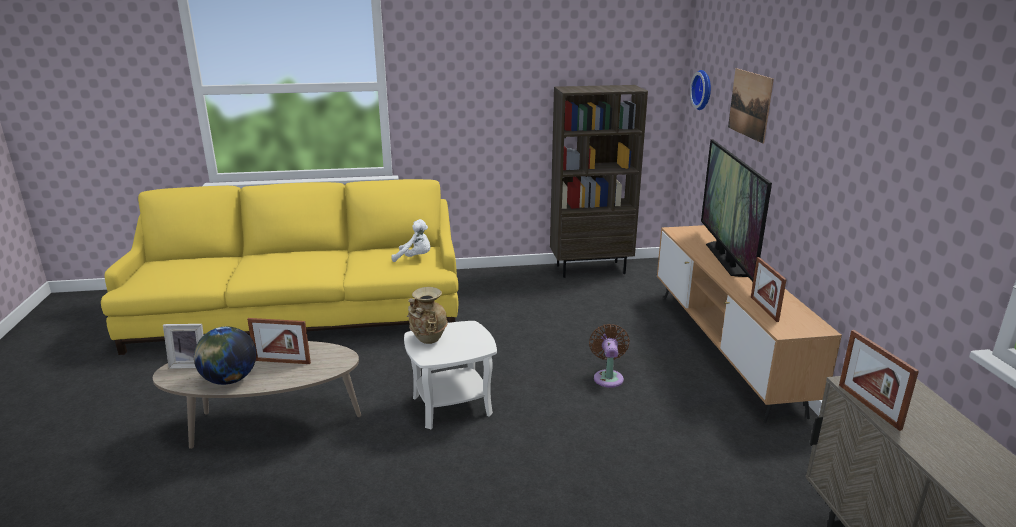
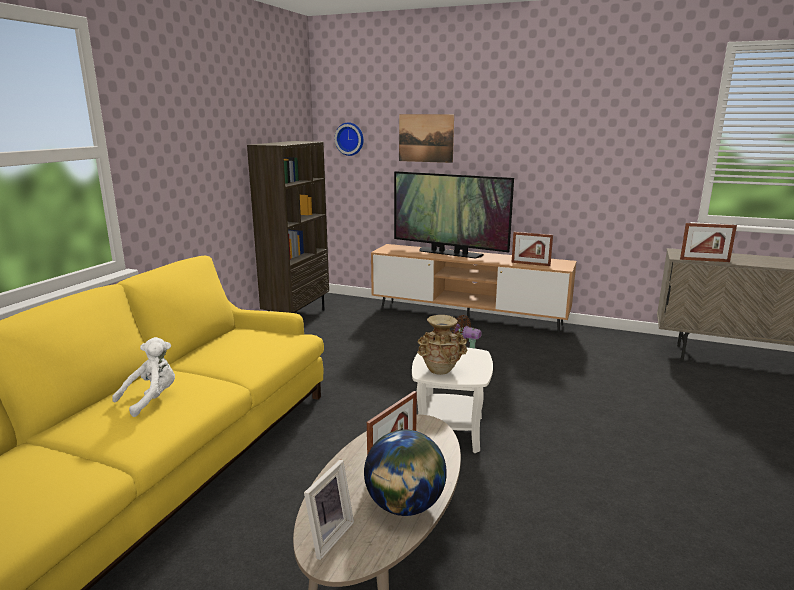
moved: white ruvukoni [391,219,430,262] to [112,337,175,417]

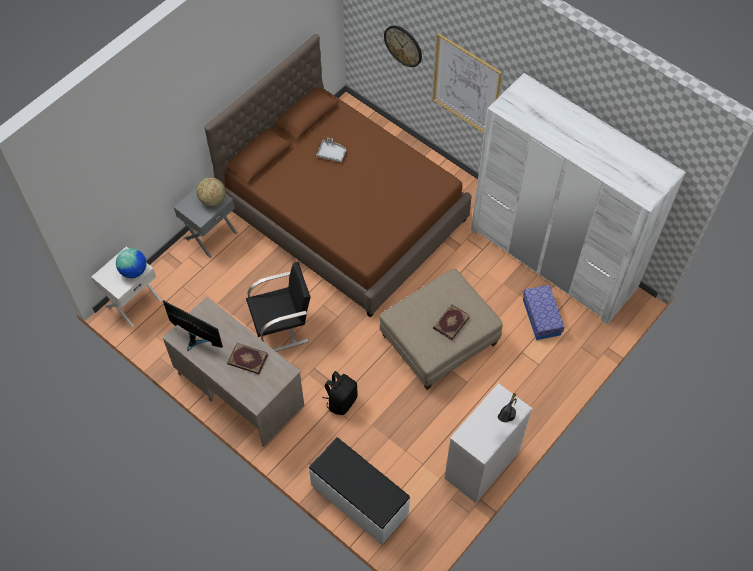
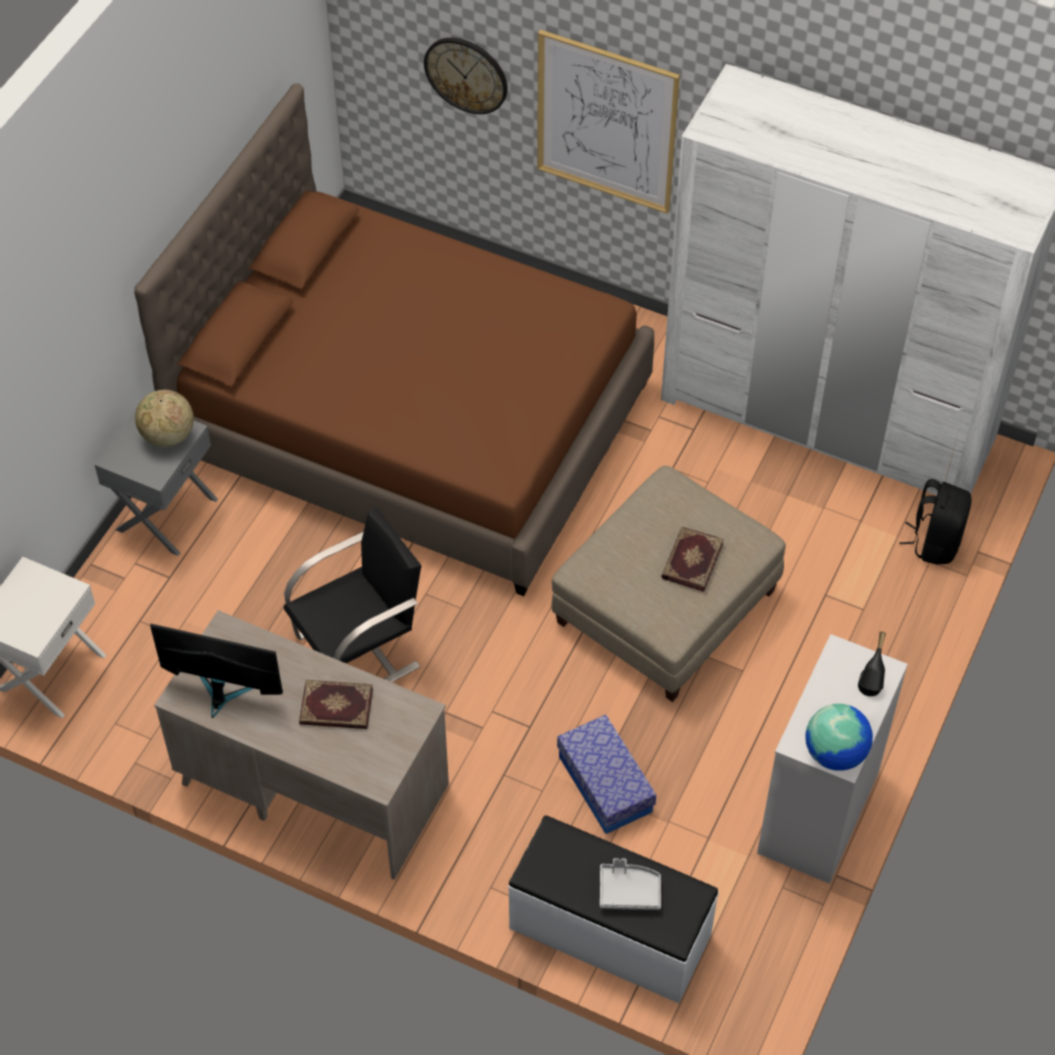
moved: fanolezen [116,248,147,278] to [806,704,873,771]; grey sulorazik [317,138,346,162] to [600,858,661,910]; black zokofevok [322,371,358,415] to [899,479,972,564]; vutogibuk [523,285,565,340] to [557,715,657,834]

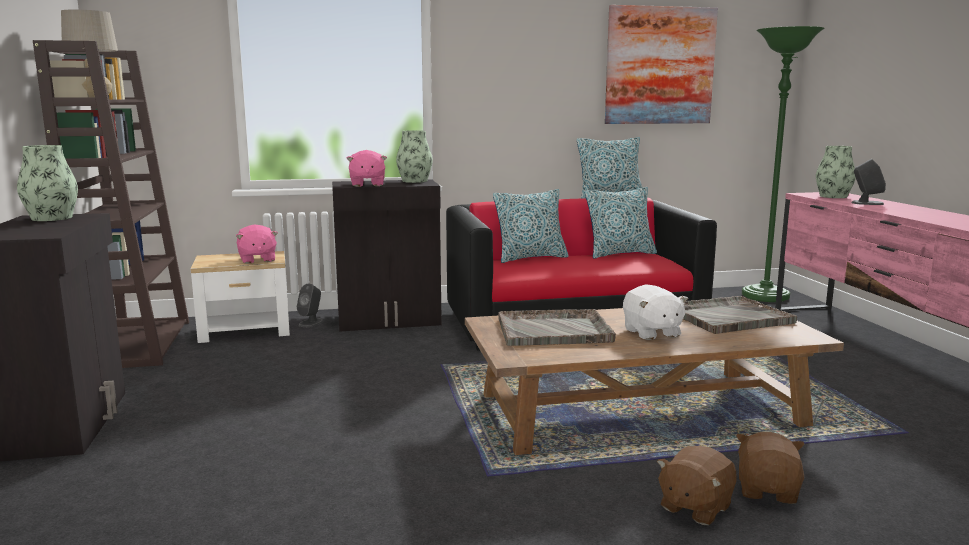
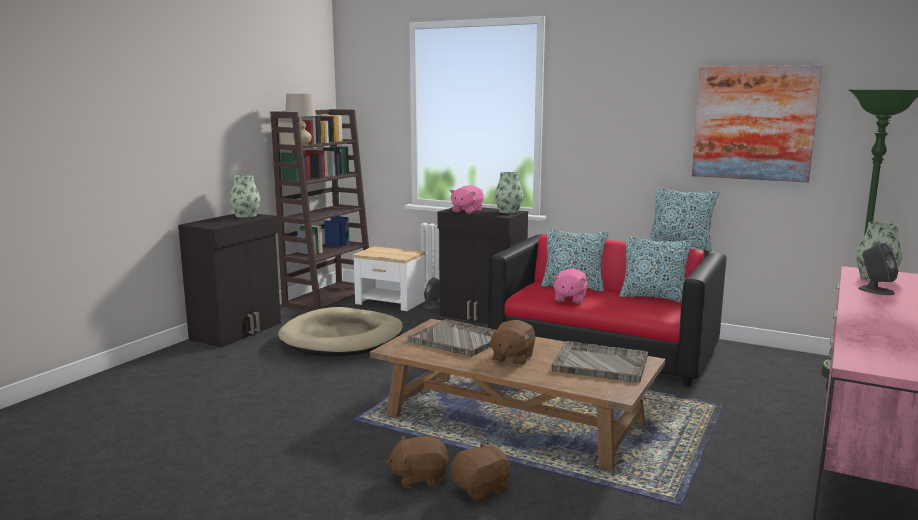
added: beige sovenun [278,307,403,356]
moved: pink ruvukoni [236,225,278,264] to [552,269,588,304]
recoloured: white ruvukoni [623,284,688,340] to brown ruvukoni [488,320,536,366]

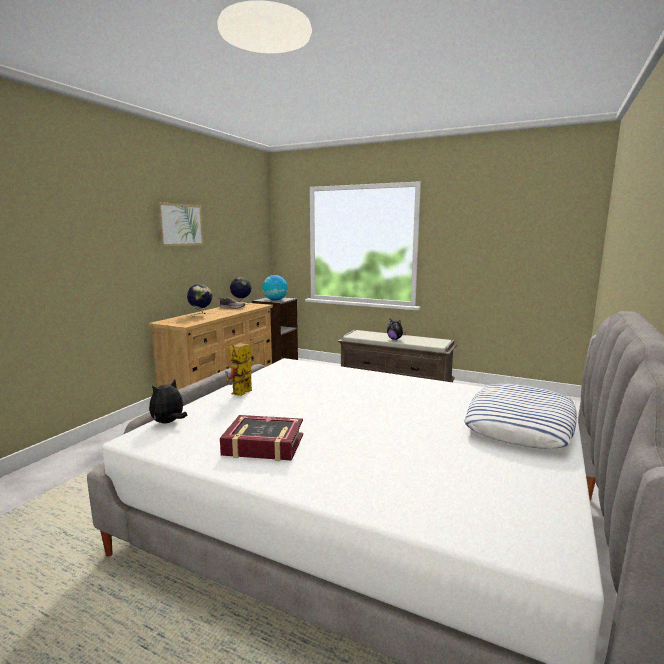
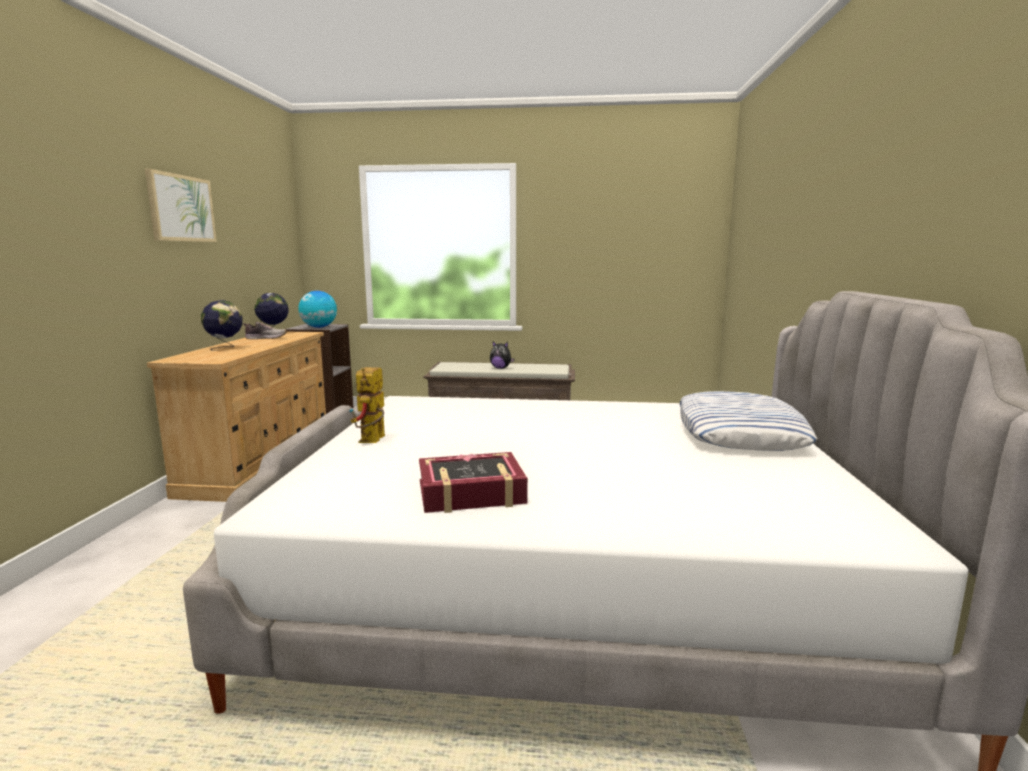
removed: ruvukoni [149,380,187,423]

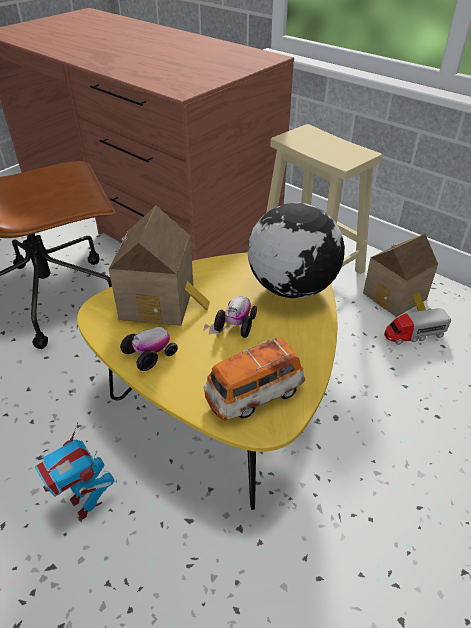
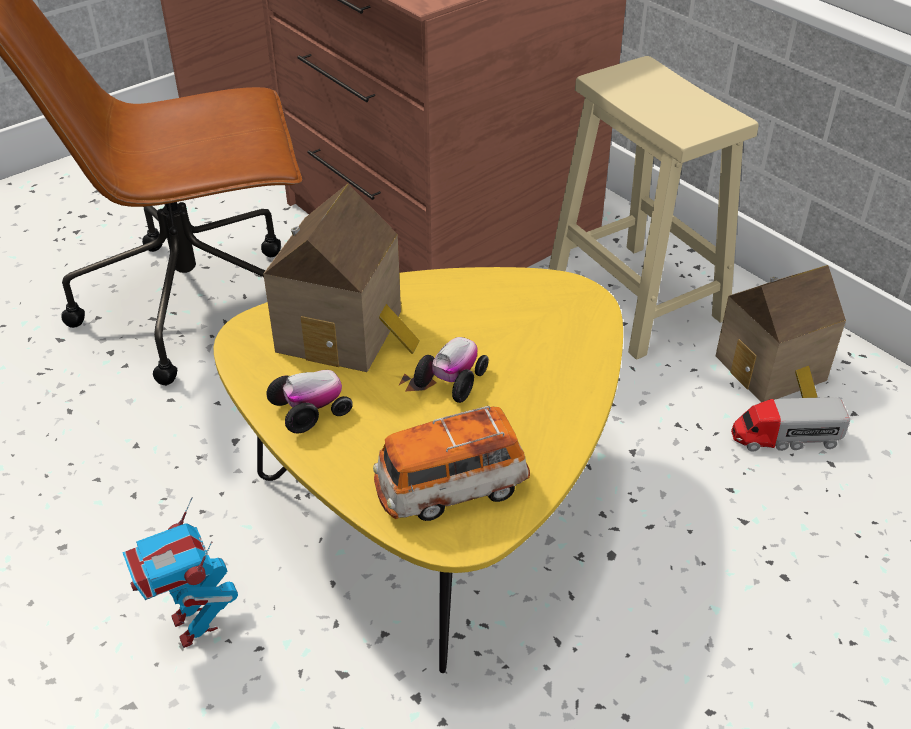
removed: fanolezen [248,203,345,298]

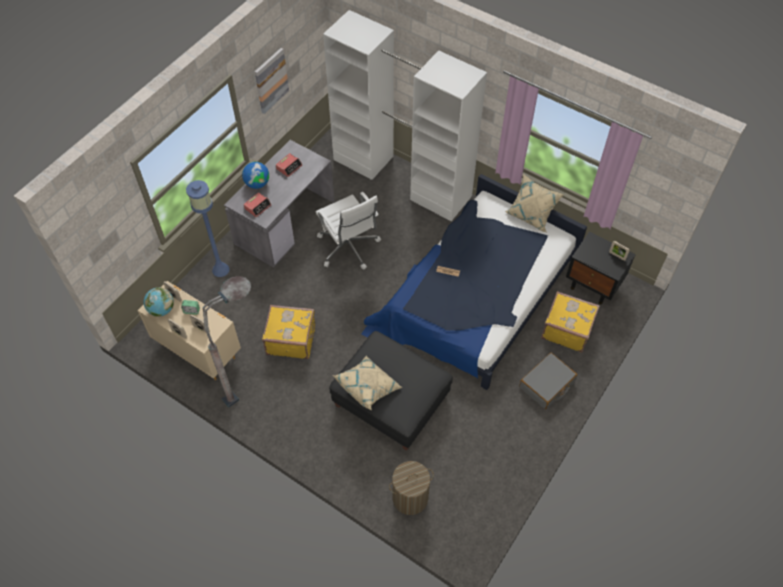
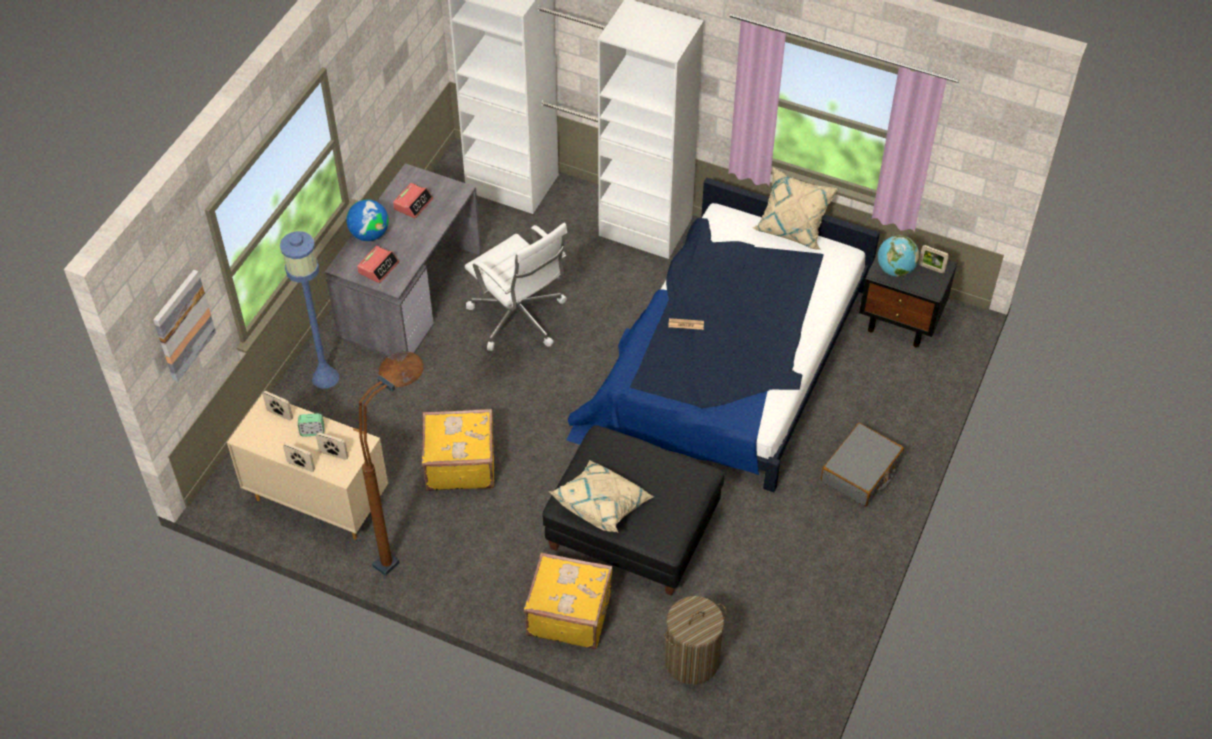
moved: fanolezen [144,287,174,317] to [878,235,920,277]; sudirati [255,48,289,114] to [153,270,216,382]; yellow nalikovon [541,291,600,352] to [524,552,613,649]
recoloured: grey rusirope [203,276,251,408] to brown rusirope [359,351,423,576]

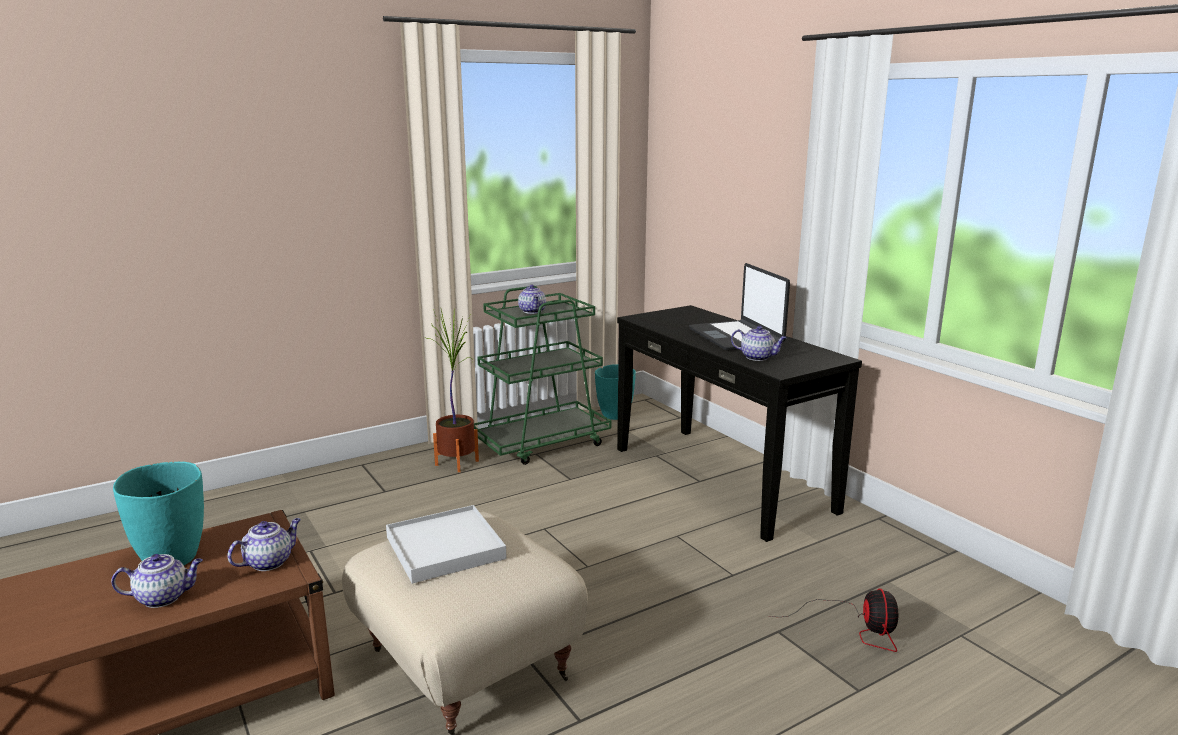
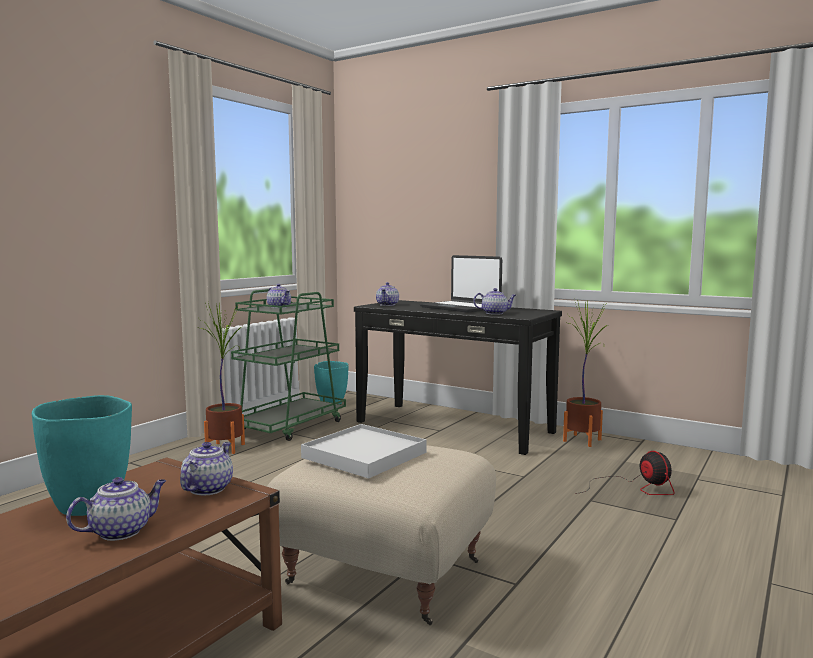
added: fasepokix [376,282,399,306]; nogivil [563,298,608,447]

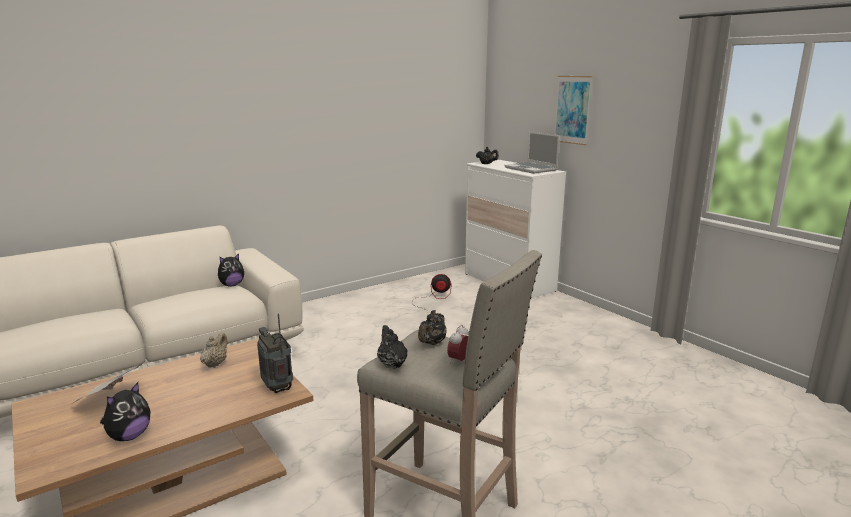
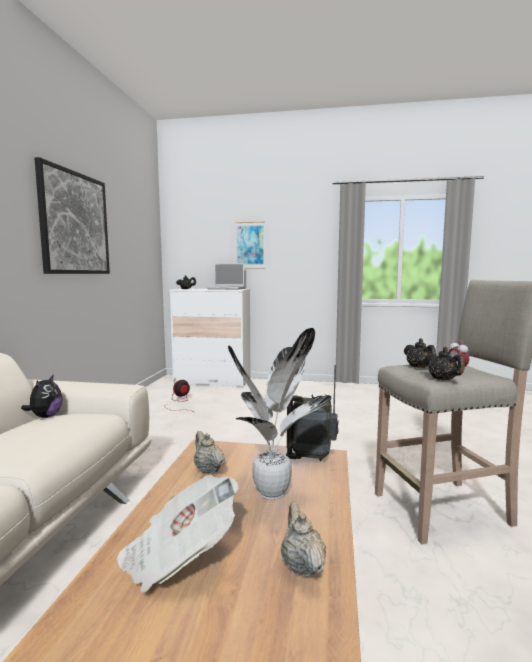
added: sudirati [35,157,110,274]; nogivil [228,328,332,500]
replaced: ruvukoni [100,382,150,441] to beige fasepokix [281,501,326,577]
turned: black fasepokix [377,325,408,369] = [425,347,465,380] 135 degrees counterclockwise

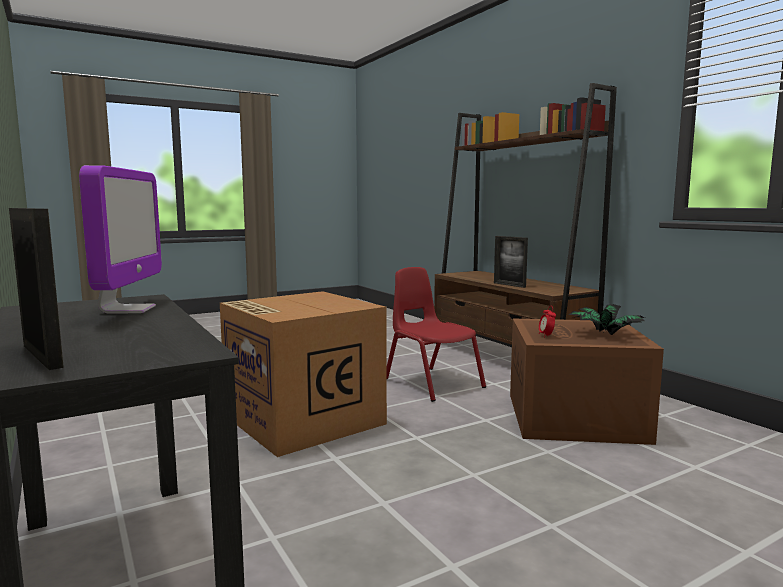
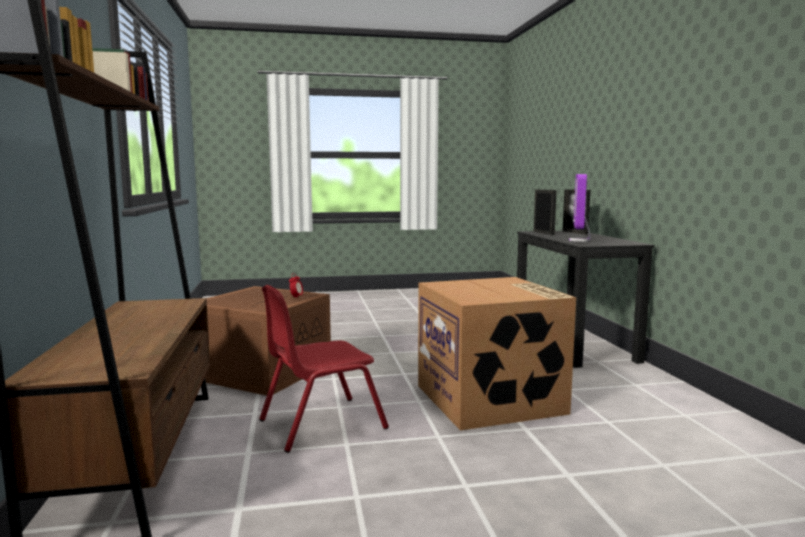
removed: nogivil [568,304,645,335]
moved: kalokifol [494,236,528,288] to [534,189,557,235]
turned: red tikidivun [387,267,486,402] = [259,285,389,453] 75 degrees clockwise

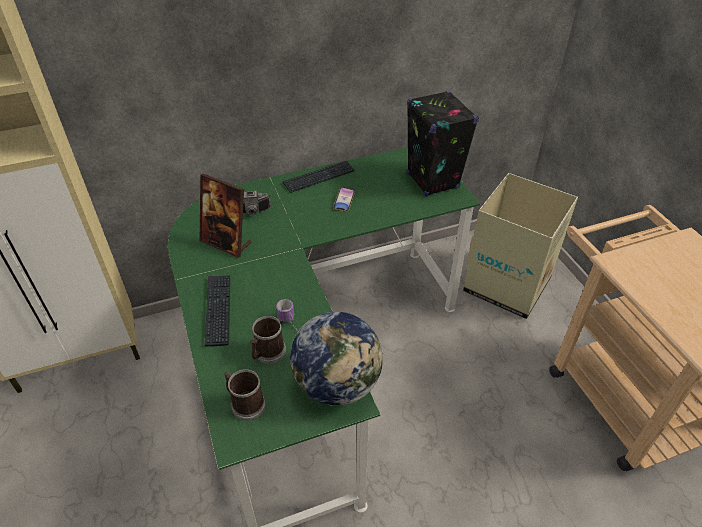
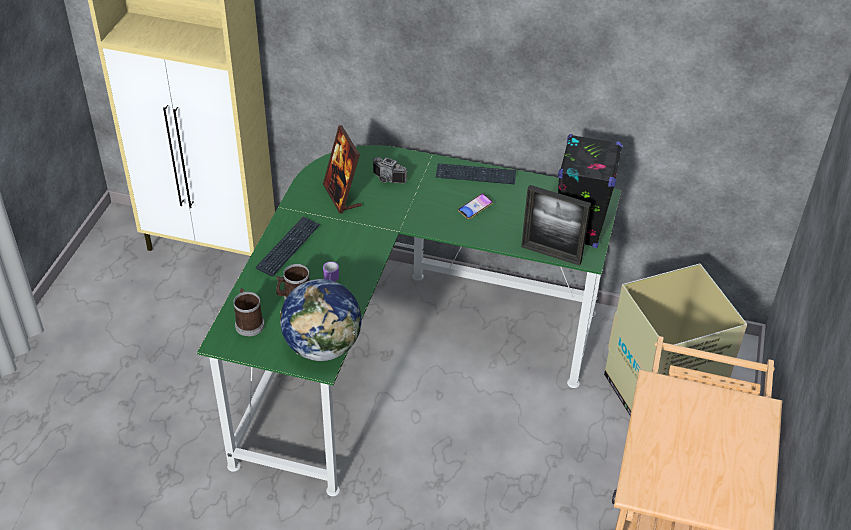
added: kalokifol [521,185,591,266]

